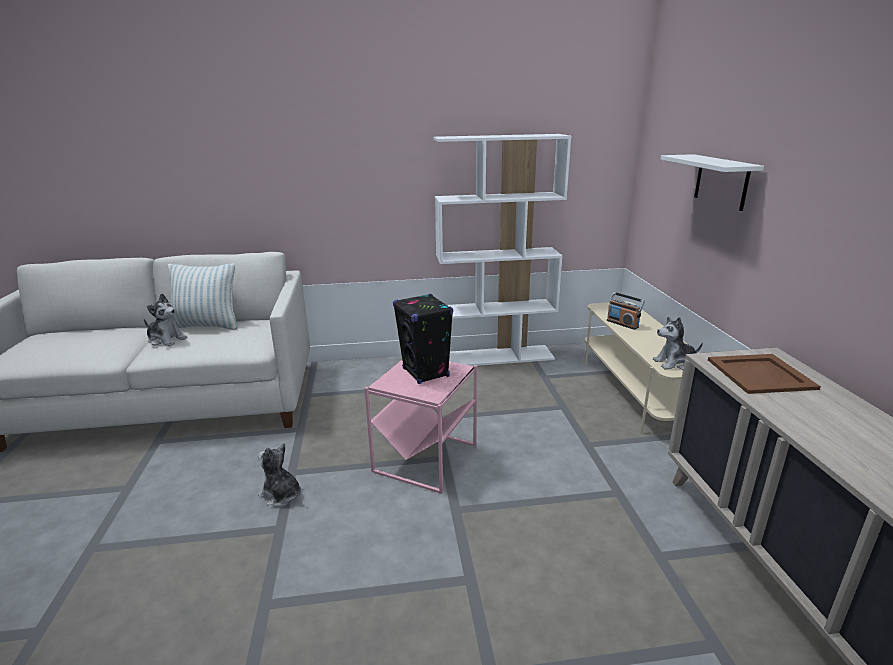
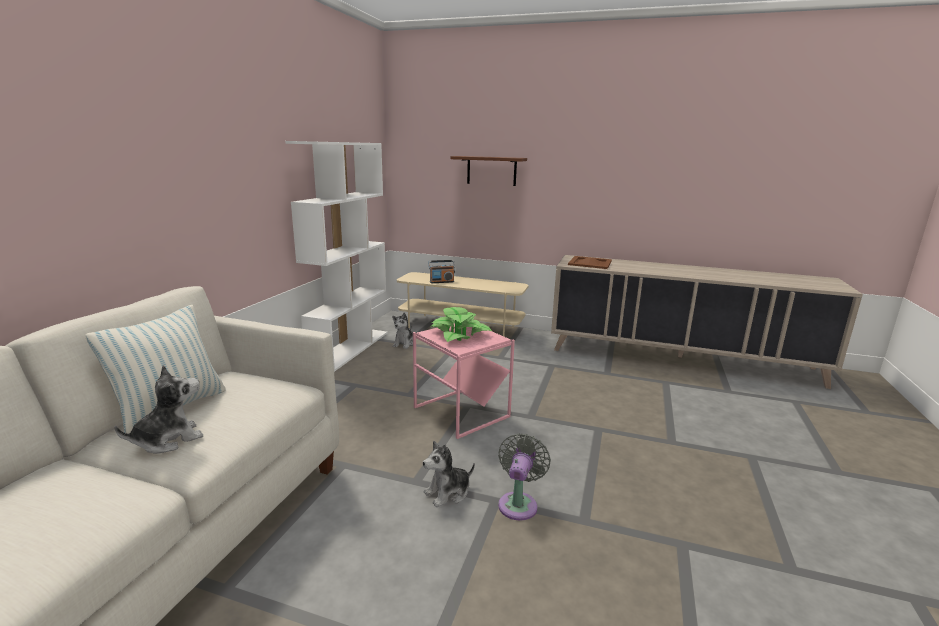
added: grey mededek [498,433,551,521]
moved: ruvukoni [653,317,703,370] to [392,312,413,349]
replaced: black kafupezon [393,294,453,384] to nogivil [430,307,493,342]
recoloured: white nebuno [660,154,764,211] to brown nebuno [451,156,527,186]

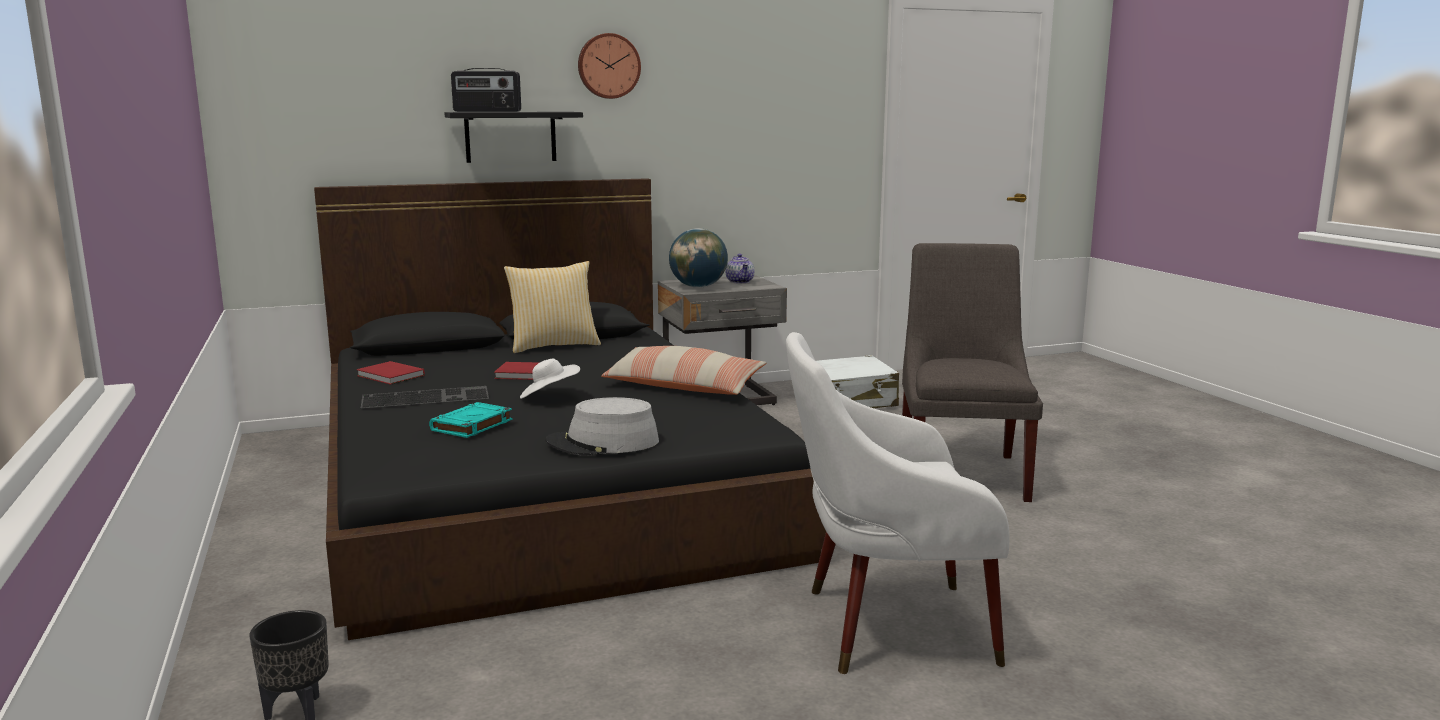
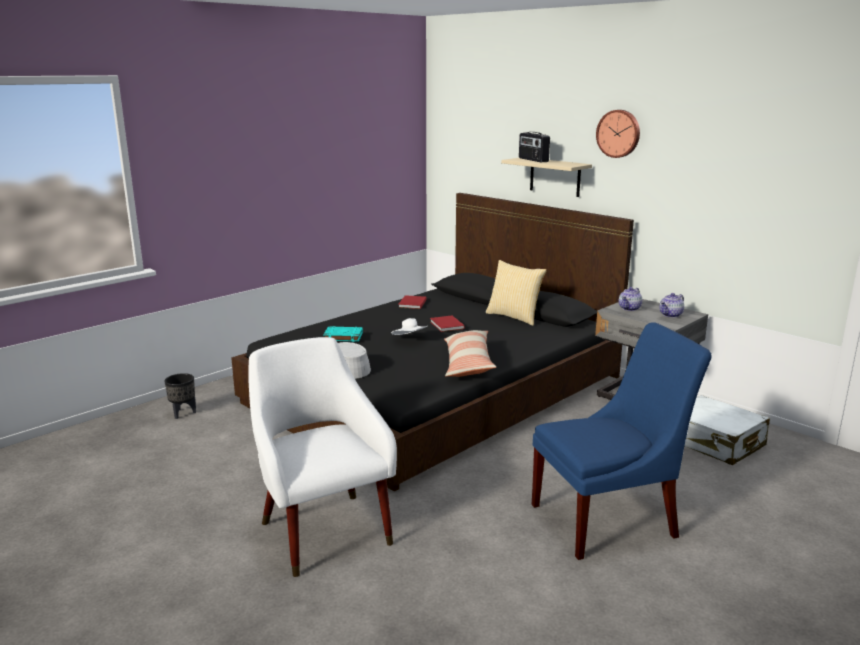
removed: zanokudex [360,386,489,409]
replaced: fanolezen [669,228,728,288] to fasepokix [619,287,642,311]
recoloured: black nebuno [445,112,583,163] to beige nebuno [501,158,592,197]; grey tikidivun [902,243,1043,502] to blue tikidivun [532,322,711,560]

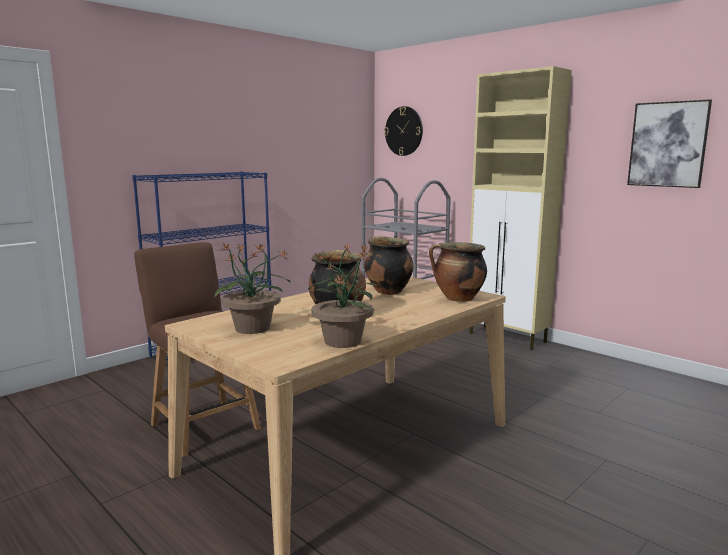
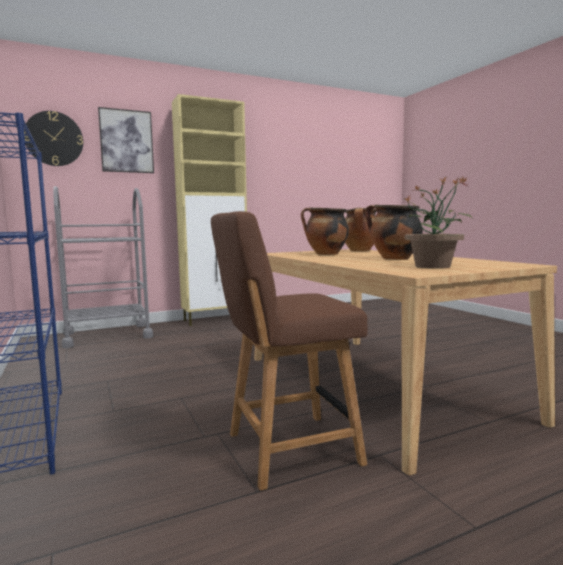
removed: nogivil [308,243,379,348]
moved: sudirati [627,99,712,188] to [98,107,154,173]

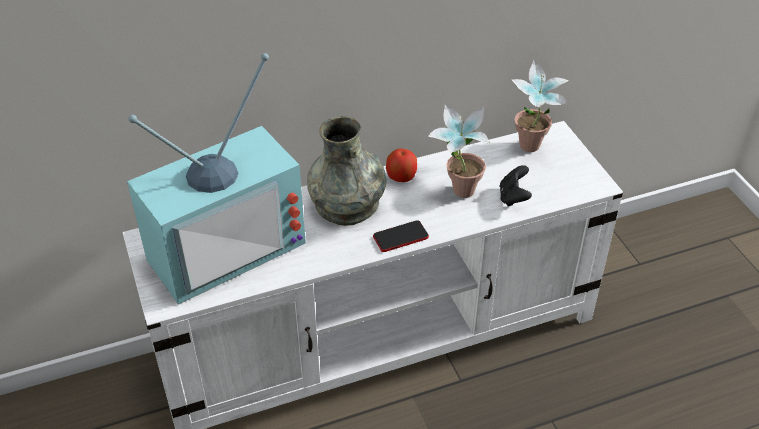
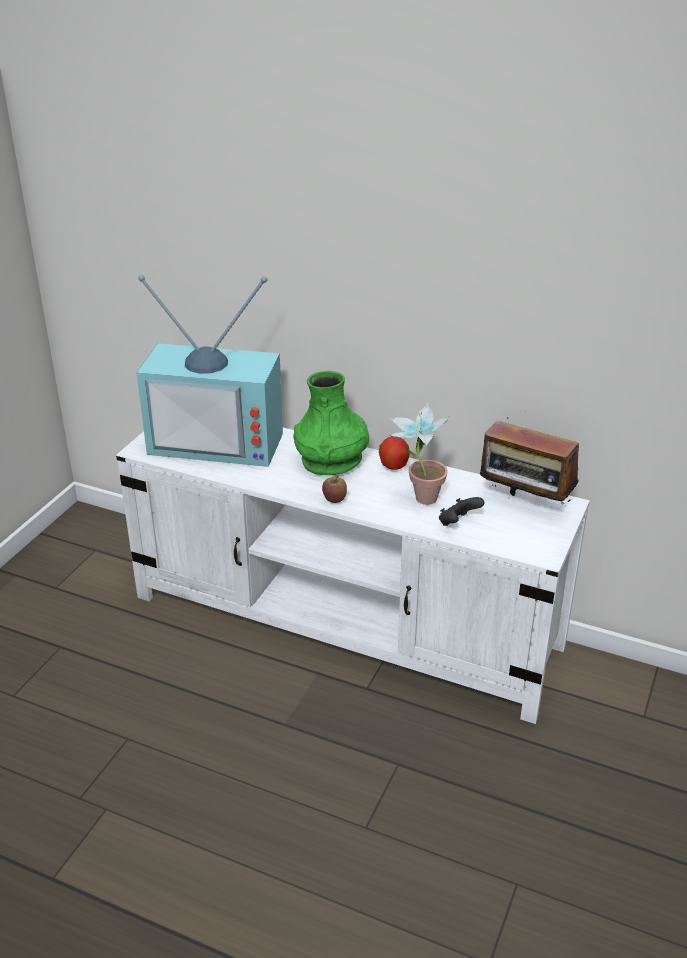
replaced: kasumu [373,220,429,252] to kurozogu [322,476,347,503]; nogivil [511,60,568,152] to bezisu [480,421,579,504]
recoloured: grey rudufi [307,116,386,226] to green rudufi [293,371,369,475]

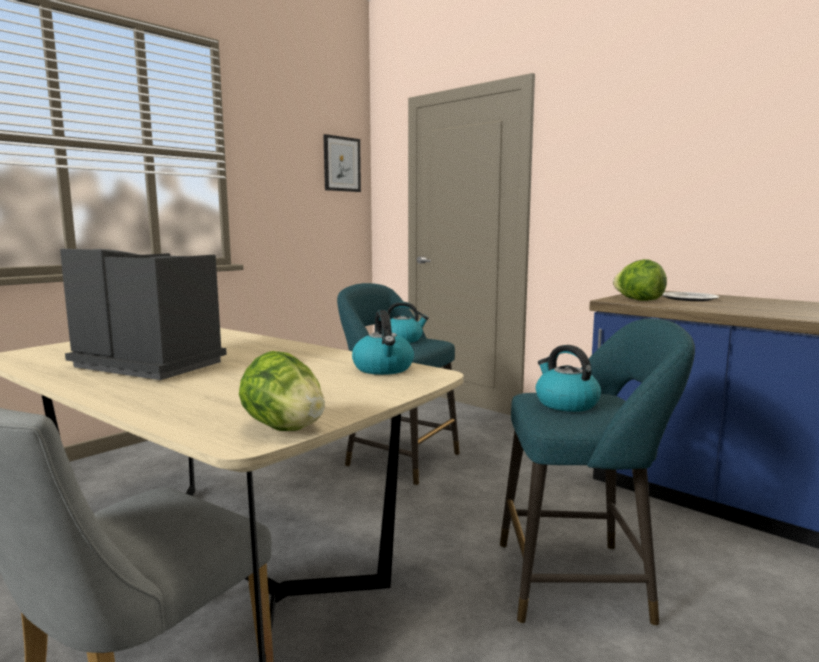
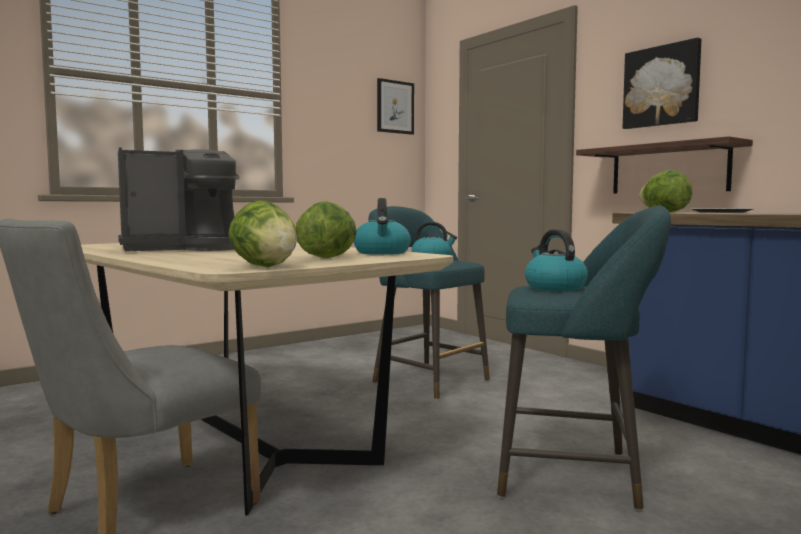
added: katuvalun [295,201,357,258]; nebuno [576,136,753,194]; sudirati [623,38,701,129]
turned: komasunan [60,249,227,380] = [118,148,240,251] 120 degrees clockwise

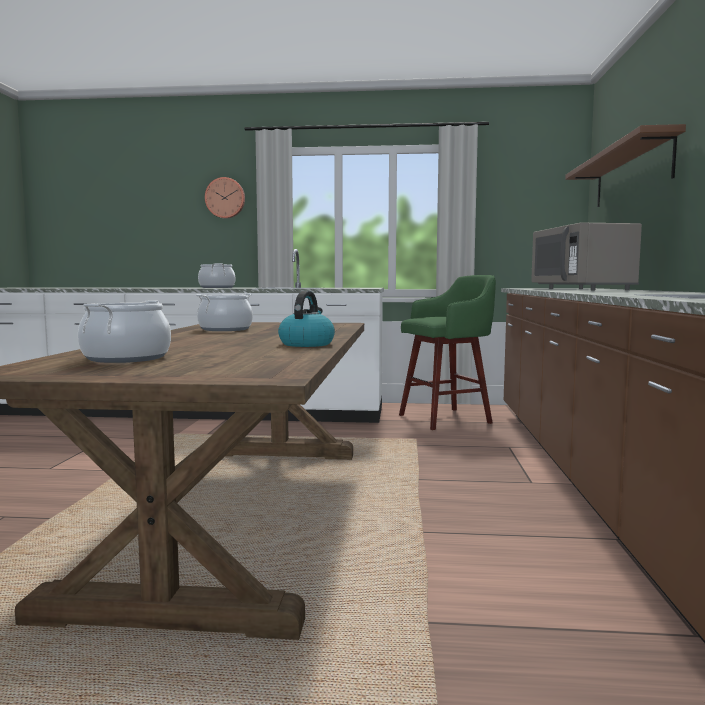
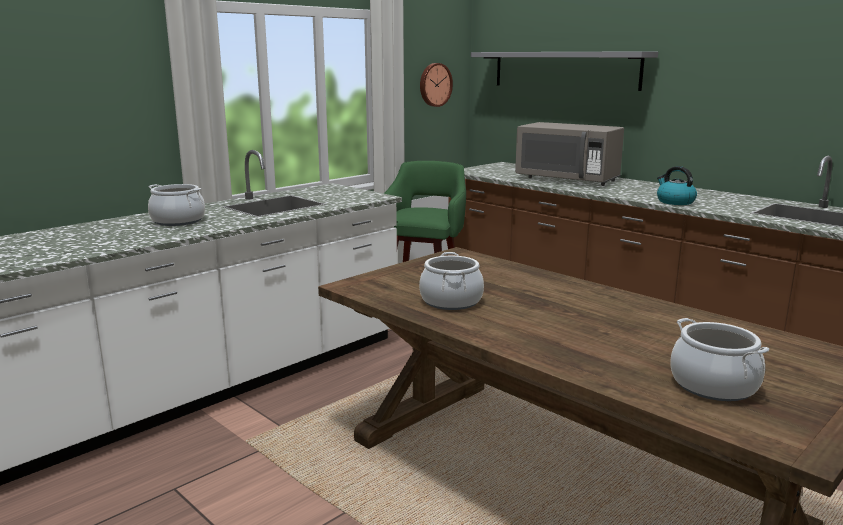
moved: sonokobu [205,177,245,219] to [420,63,453,107]; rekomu [278,291,335,347] to [657,166,697,205]
recoloured: brown nebuno [565,124,686,207] to grey nebuno [471,51,658,91]

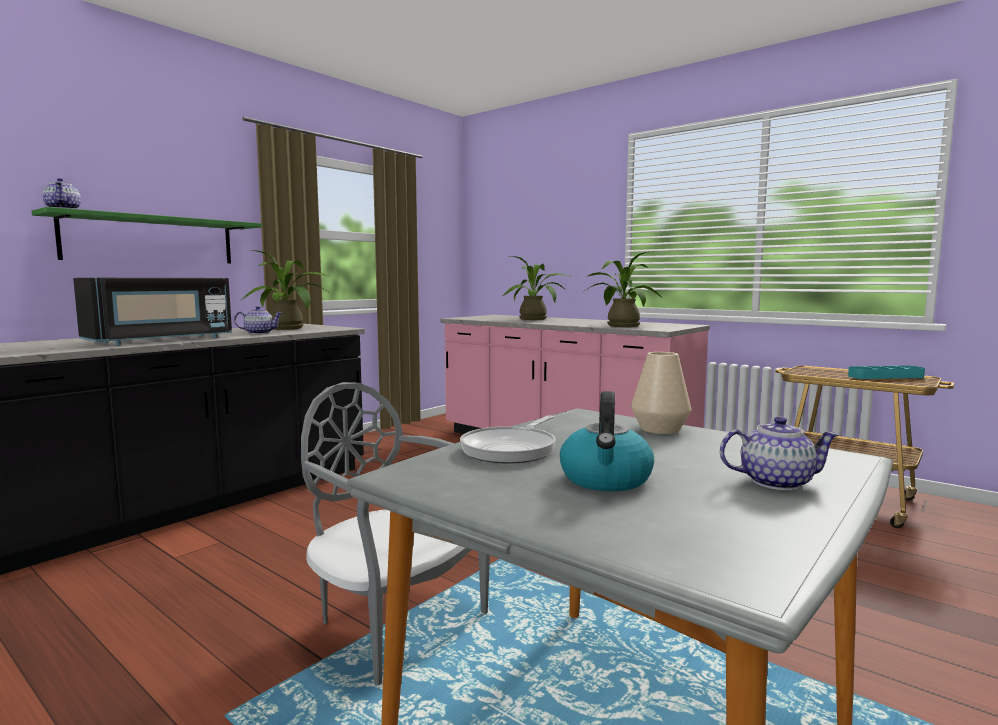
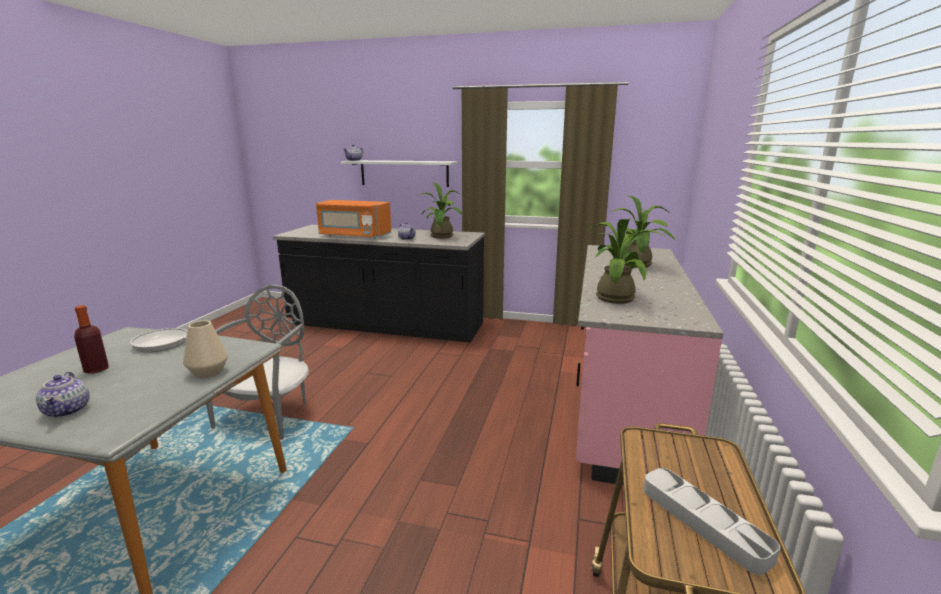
replaced: rekomu [560,391,654,491] to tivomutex [74,305,109,374]
recoloured: green nebuno [31,207,262,263] to white nebuno [341,160,458,187]; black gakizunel [73,278,232,345] to orange gakizunel [316,200,391,239]; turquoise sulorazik [848,366,925,379] to grey sulorazik [643,468,780,575]

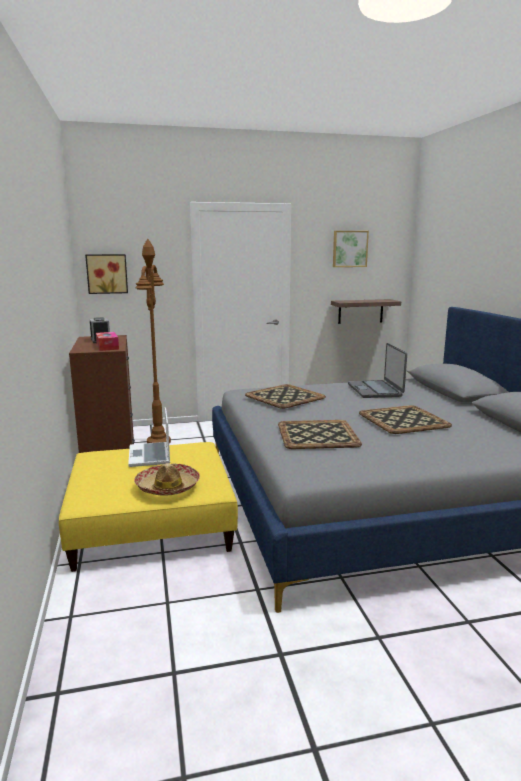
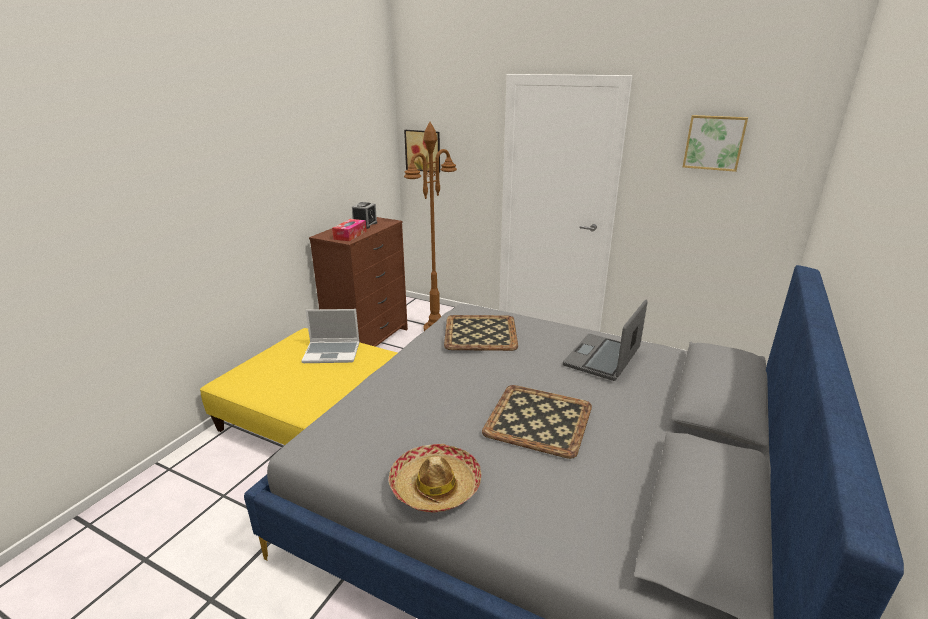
removed: sulorazik [278,420,362,449]; nebuno [331,299,401,324]
moved: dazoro [134,463,200,496] to [389,444,481,512]
turned: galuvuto [128,407,170,467] = [302,309,360,363] 120 degrees counterclockwise

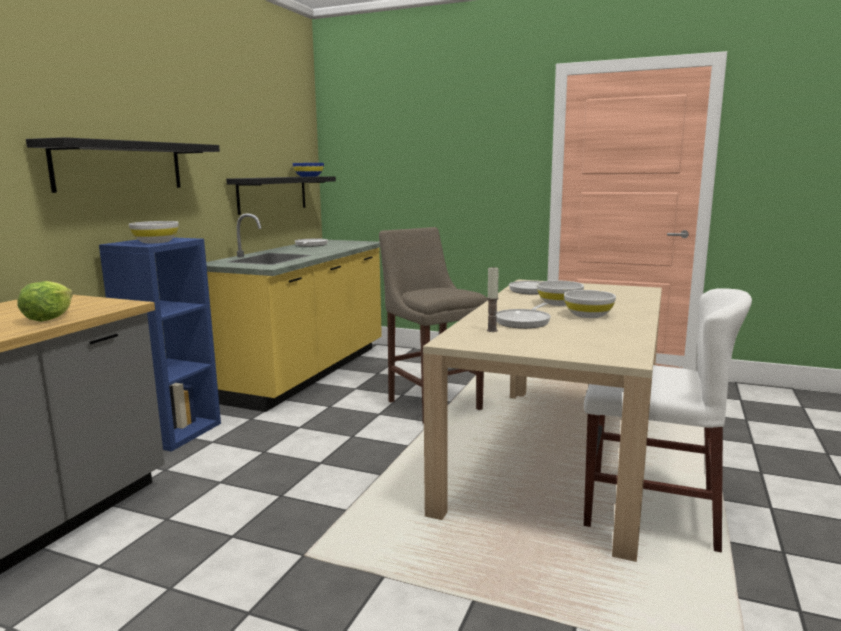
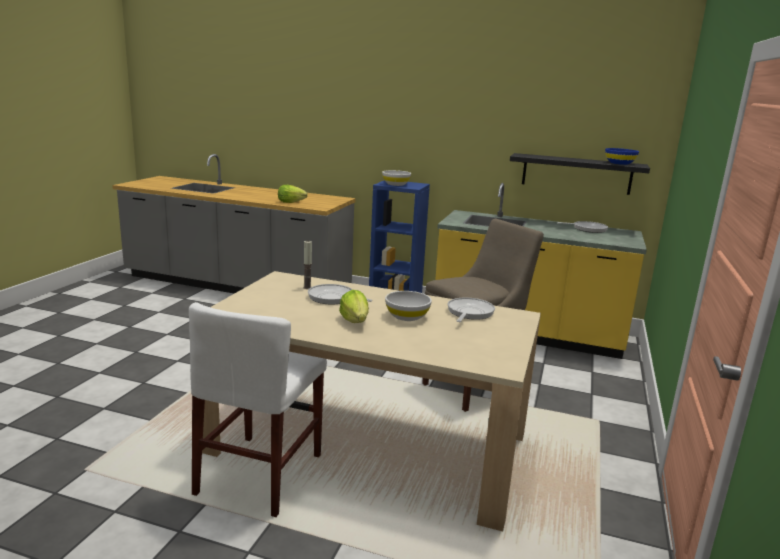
removed: black nebuno [26,137,220,193]
replaced: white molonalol [564,290,616,318] to katuvalun [339,290,369,323]

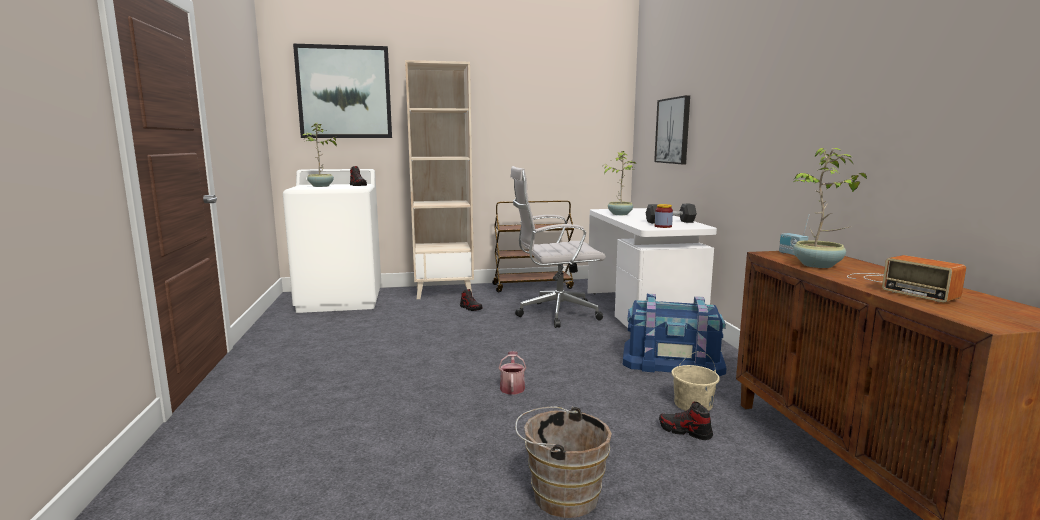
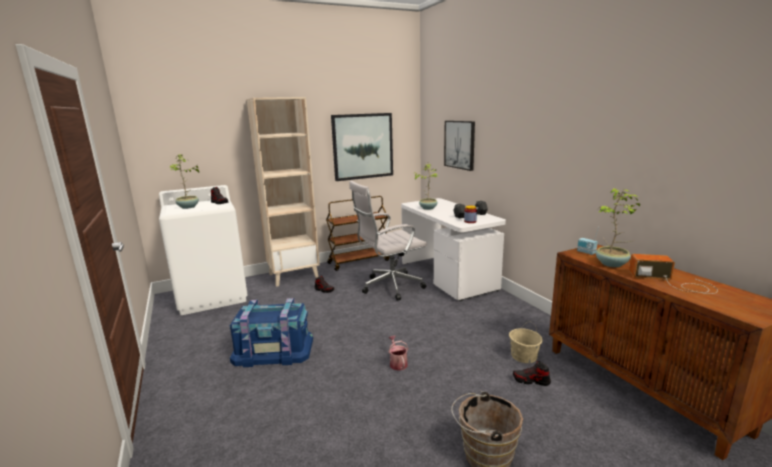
moved: sudirati [293,44,392,138] to [331,113,393,181]; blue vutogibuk [623,294,726,376] to [230,298,313,367]
turned: bezisu [847,255,966,303] = [629,254,718,294] 150 degrees clockwise

